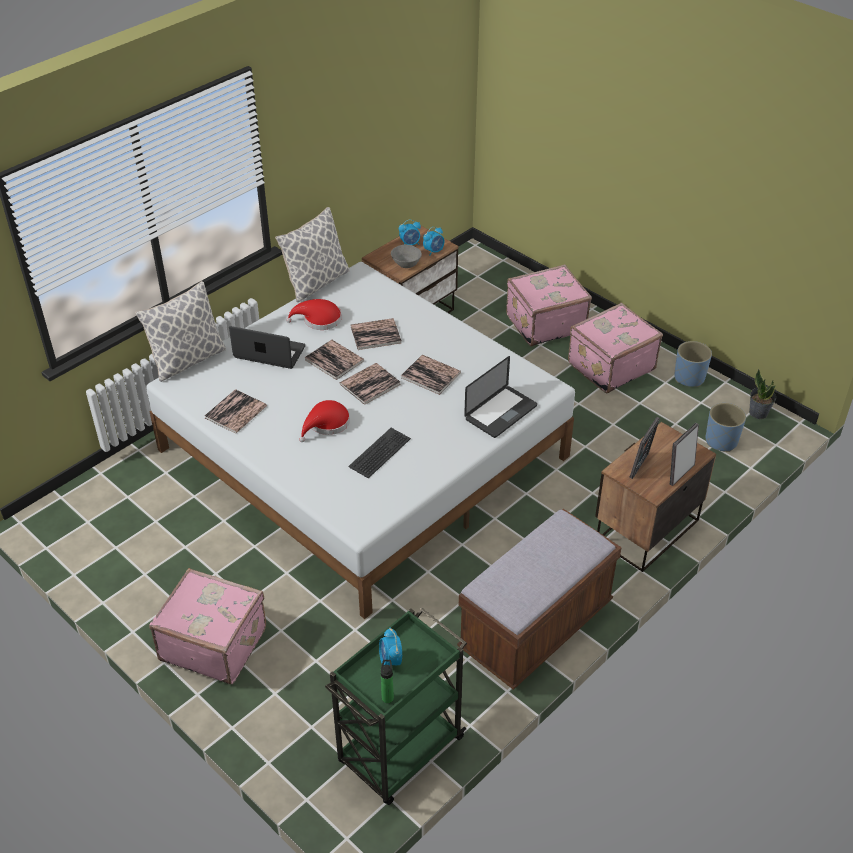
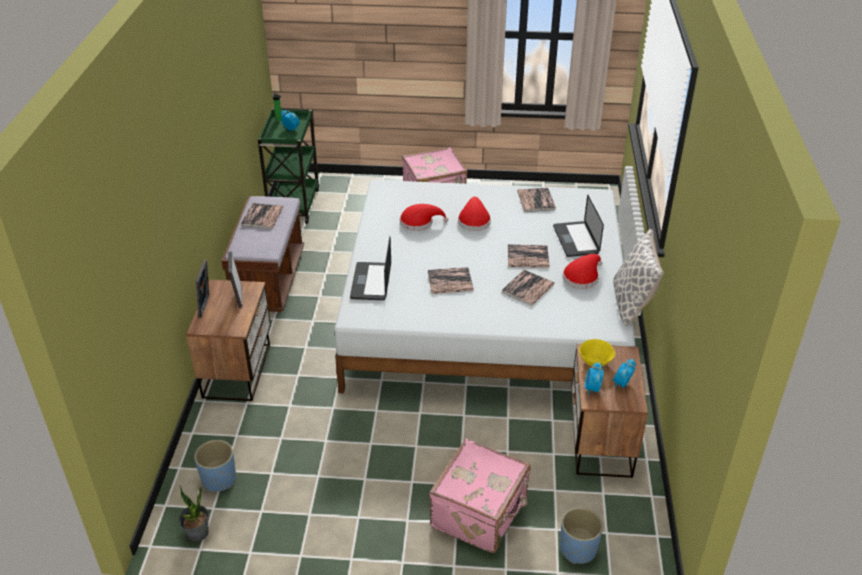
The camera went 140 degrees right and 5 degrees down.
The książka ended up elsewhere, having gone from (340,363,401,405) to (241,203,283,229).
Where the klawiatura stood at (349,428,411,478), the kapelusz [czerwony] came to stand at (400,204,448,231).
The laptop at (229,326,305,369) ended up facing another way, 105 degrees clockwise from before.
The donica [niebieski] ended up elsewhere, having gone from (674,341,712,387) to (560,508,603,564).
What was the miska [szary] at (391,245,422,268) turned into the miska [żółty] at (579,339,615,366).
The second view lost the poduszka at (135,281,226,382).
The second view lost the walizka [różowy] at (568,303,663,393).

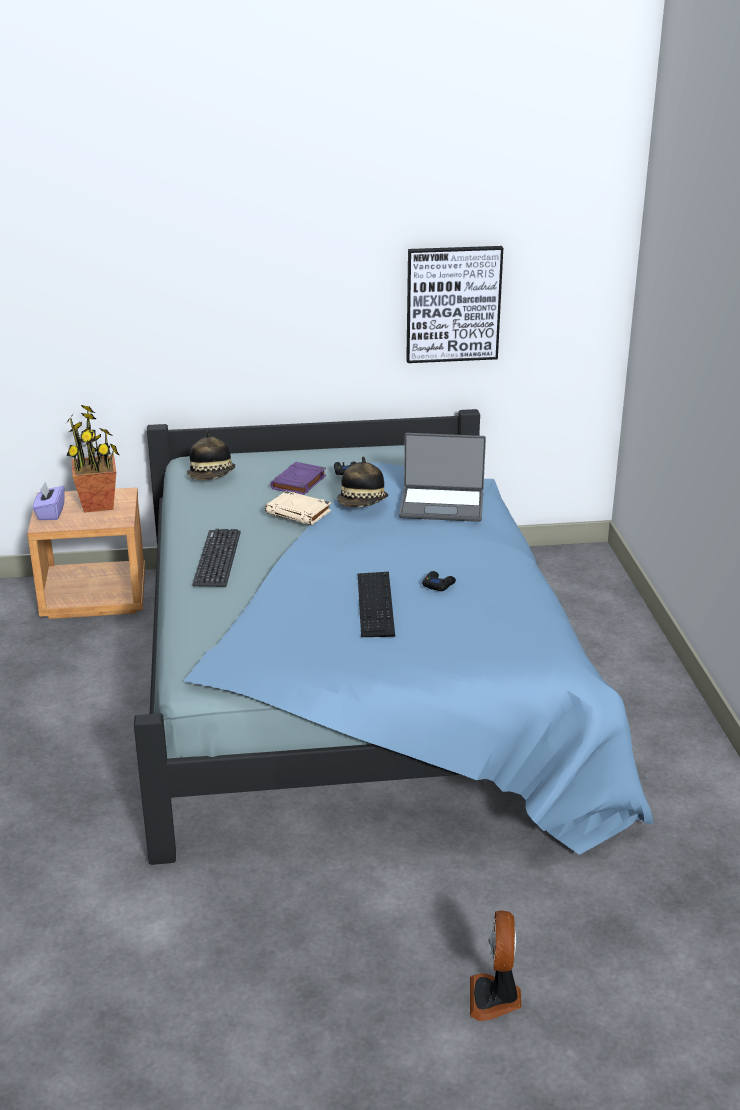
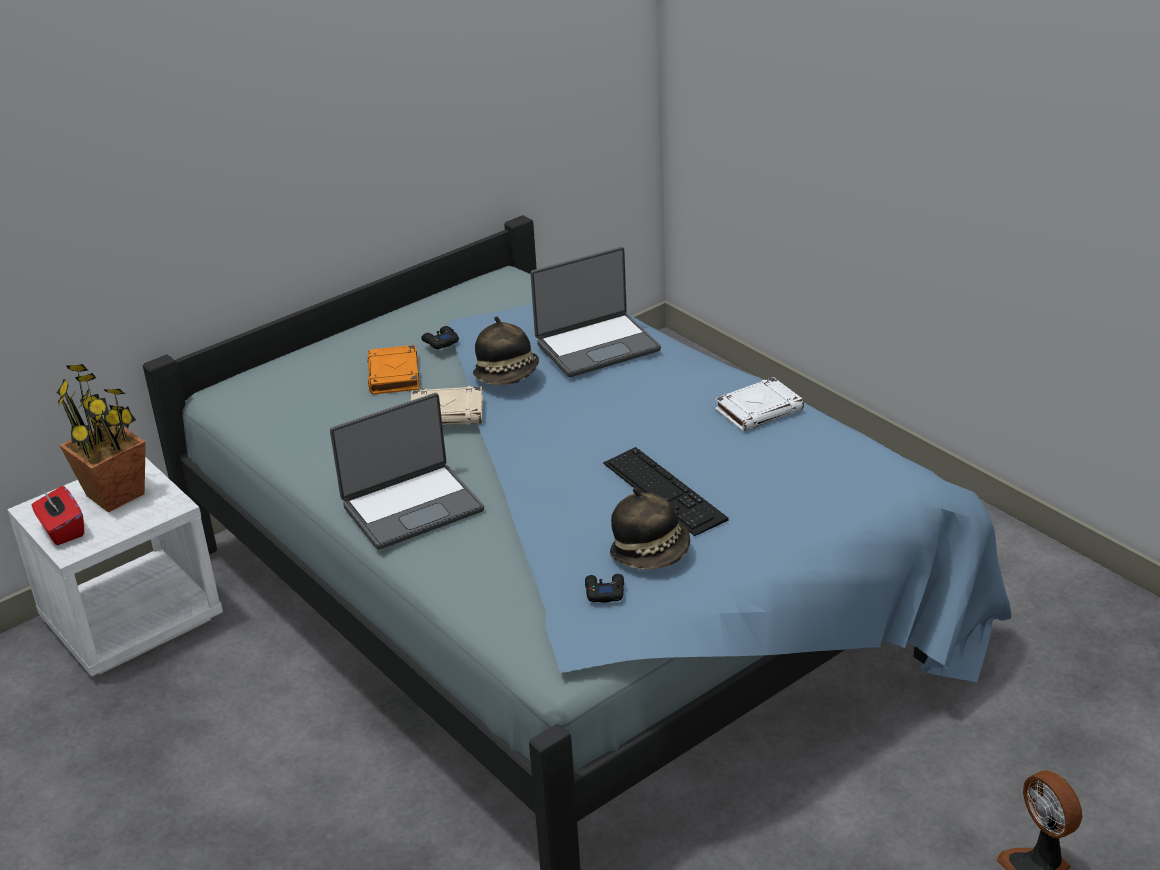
The camera went 30 degrees left and 5 degrees up.
What was the szafka nocna [brązowy] at (27,488,145,619) turned into the szafka nocna [biały] at (7,457,223,677).
What was the pudełko chusteczek [fioletowy] at (33,482,65,520) turned into the pudełko chusteczek [czerwony] at (32,486,84,545).
Where the klawiatura stood at (192,529,241,587), the laptop came to stand at (330,393,484,550).
What was the książka [fioletowy] at (270,462,326,495) turned into the książka [pomarańczowy] at (367,345,419,394).
The pad do gier [czarny] ended up elsewhere, having gone from (422,571,456,591) to (585,574,624,603).
The kapelusz ended up elsewhere, having gone from (187,432,235,480) to (610,488,691,570).
The second view gained the książka [biały] at (715,377,804,431).
The second view lost the obraz at (406,246,503,363).

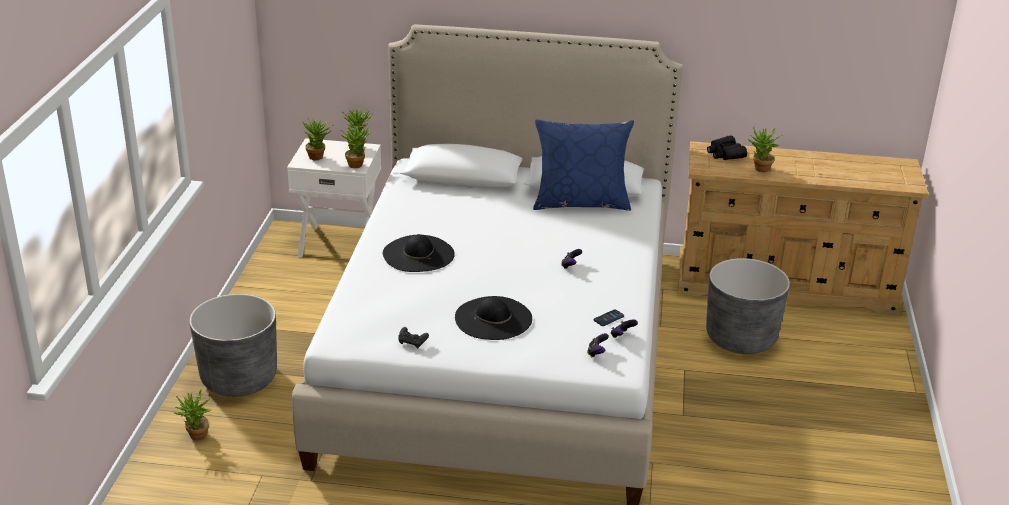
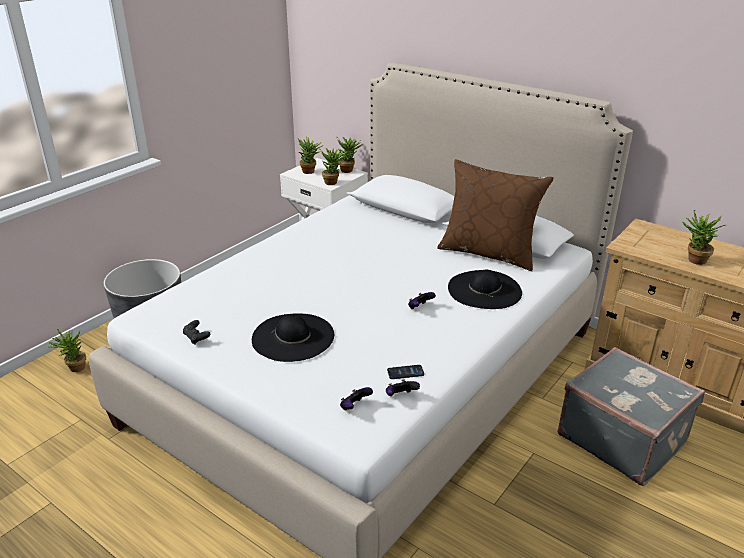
The camera went 30 degrees right and 0 degrees up.
What was the poduszka [niebieski] at (533,119,634,211) turned into the poduszka [brązowy] at (437,159,554,271).
The kapelusz [czarny] ended up elsewhere, having gone from (383,234,455,272) to (448,270,522,309).
Where the donica [szary] stood at (706,258,790,354), the walizka [szary] came to stand at (558,347,705,486).
The second view lost the lornetka [czarny] at (707,136,747,160).

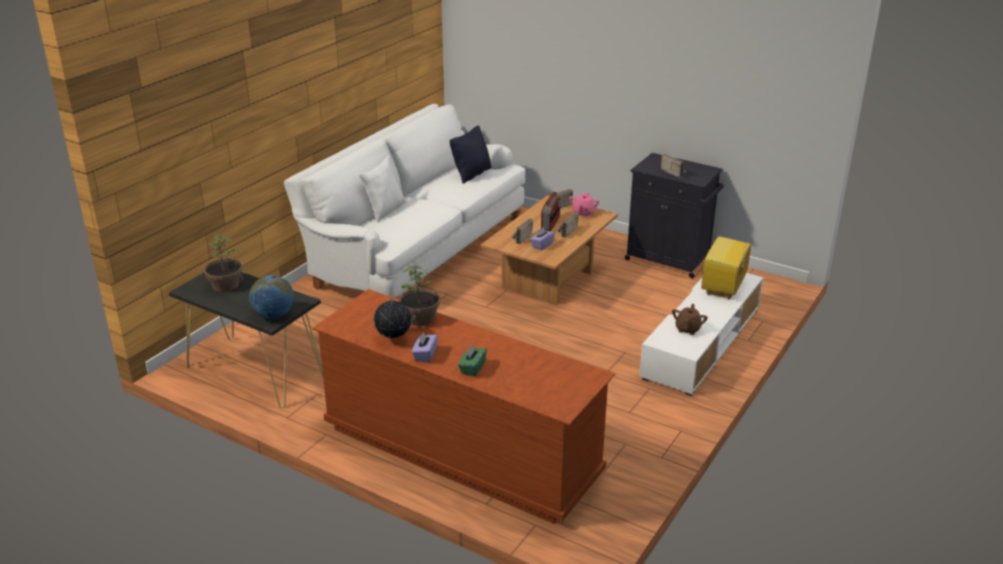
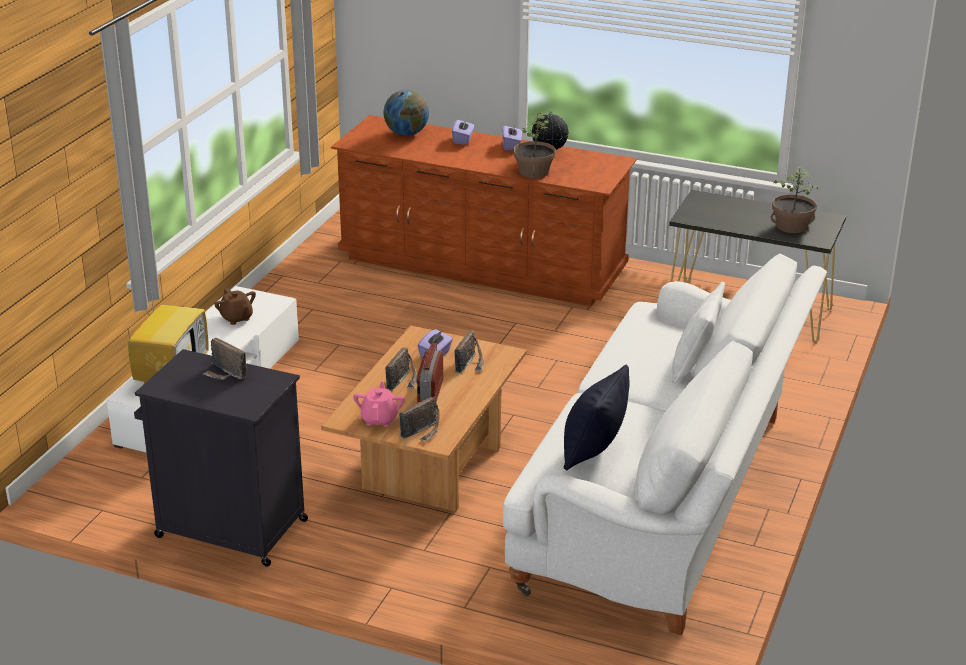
The camera went 170 degrees right and 0 degrees up.
The imbryk [brązowy] at (672,304,708,335) ended up facing another way, 45 degrees counterclockwise from before.
The globus ended up elsewhere, having gone from (249,275,294,319) to (383,90,429,136).
What was the pudełko chusteczek [zielony] at (458,345,487,376) turned into the pudełko chusteczek [fioletowy] at (452,117,474,145).

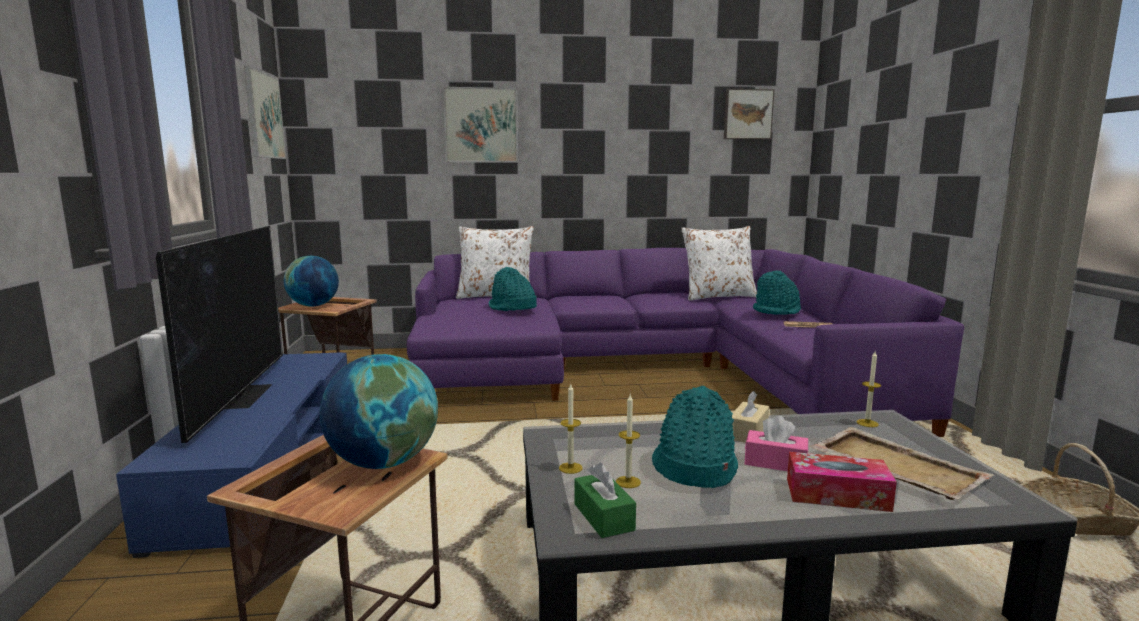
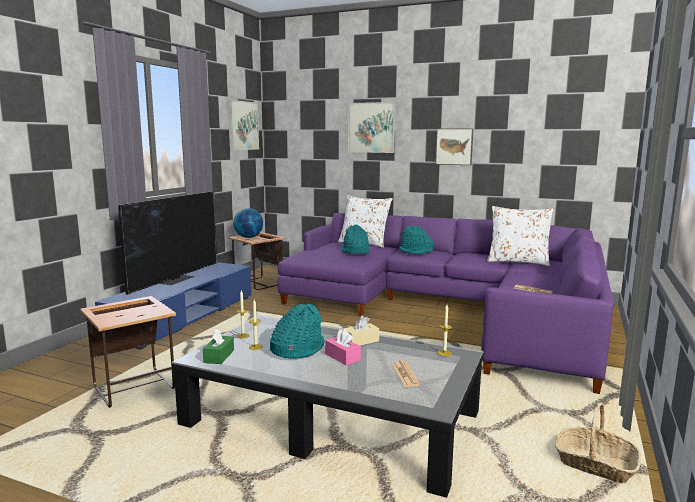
The camera went 30 degrees right and 0 degrees up.
Where the taca [beżowy] stood at (810,427,994,500), the gazeta came to stand at (392,361,420,387).
The kapelusz [turkusowy] ended up elsewhere, having gone from (753,271,801,315) to (399,226,434,254).
The obraz ended up elsewhere, having gone from (724,89,775,139) to (435,128,474,165).
The second view lost the globus at (320,354,438,469).
The second view lost the pudełko chusteczek at (787,452,897,512).

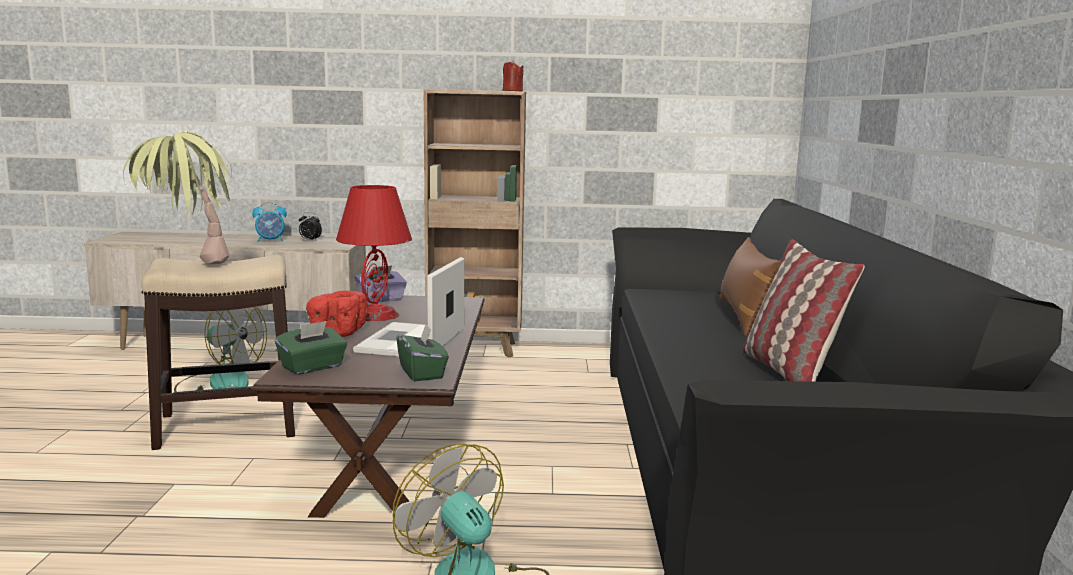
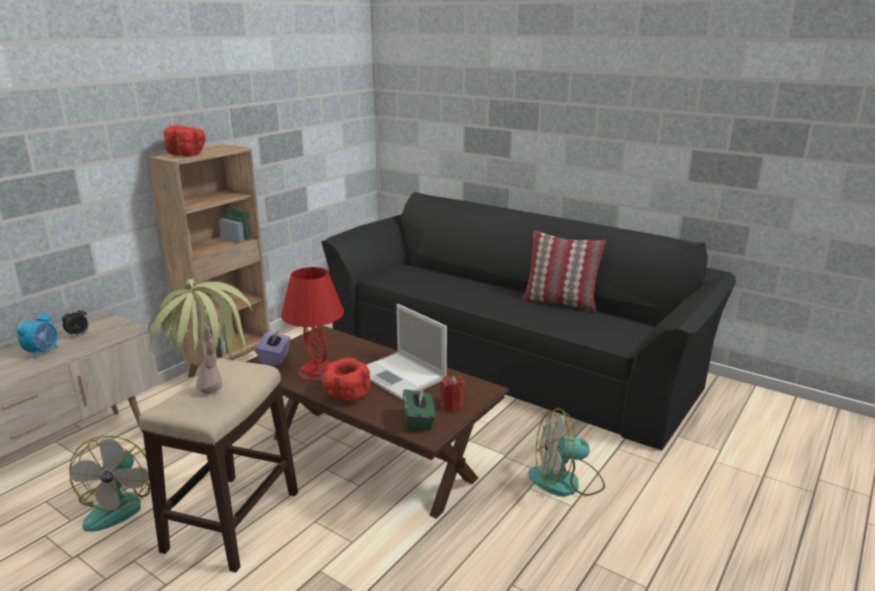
The camera went 55 degrees left and 10 degrees up.
The wentylator at (174,307,267,392) ended up facing another way, 120 degrees clockwise from before.
The second view gained the miska [czerwony] at (163,125,205,156).
The świeca [czerwony] ended up elsewhere, having gone from (503,60,524,92) to (440,375,466,412).
The second view lost the pudełko chusteczek [zielony] at (396,325,449,382).
The second view lost the poduszka [brązowy] at (719,237,781,336).

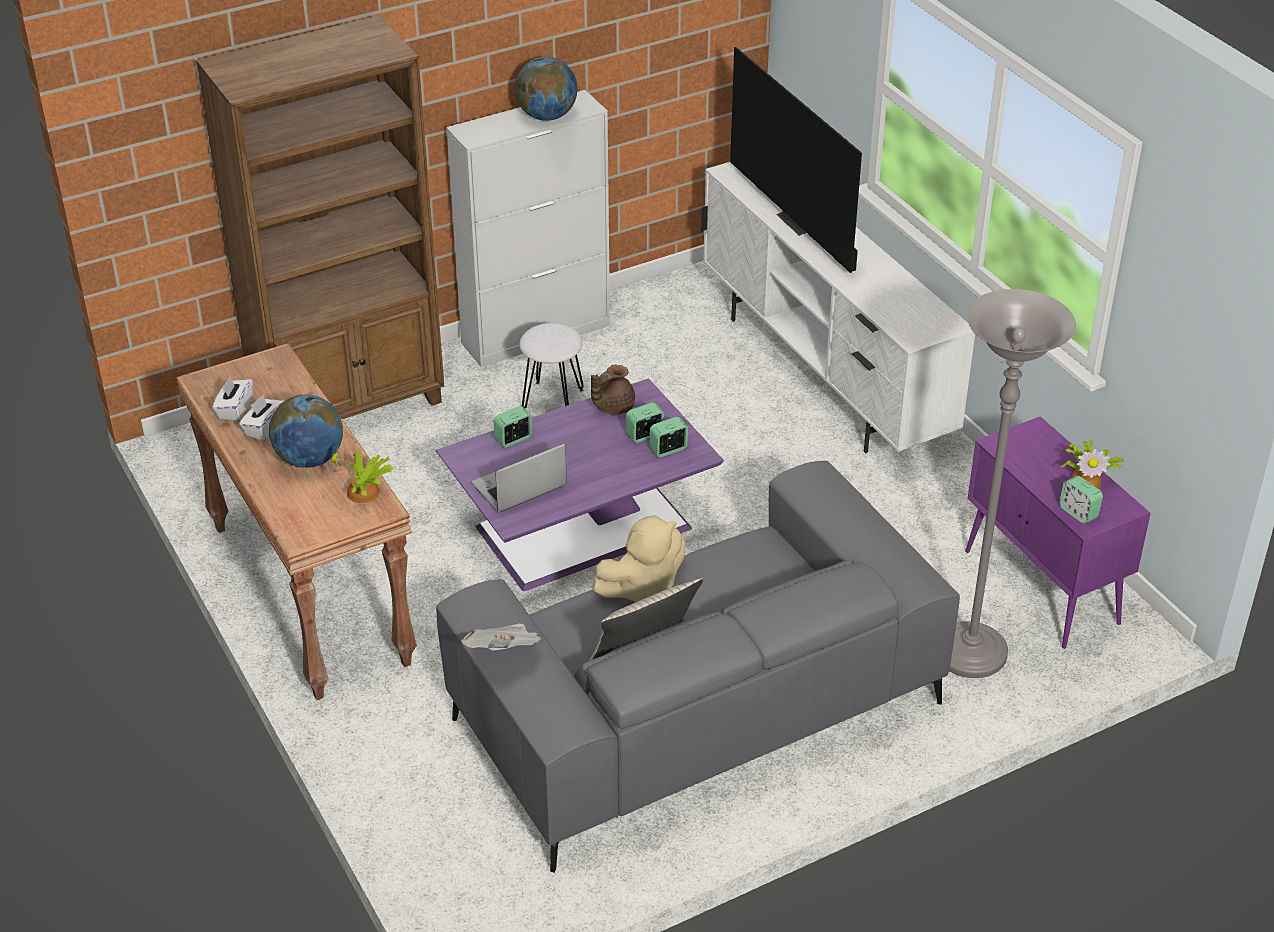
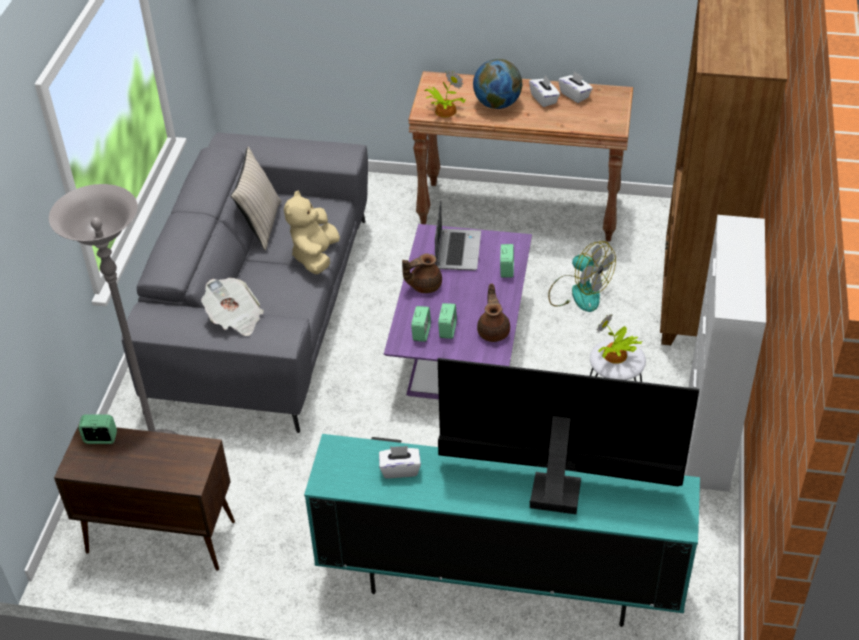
The camera went 130 degrees right and 5 degrees up.
What was the szafka [fioletowy] at (965,416,1151,649) turned into the szafka [brązowy] at (54,425,235,571).
The gazeta ended up elsewhere, having gone from (461,624,542,651) to (201,278,264,336).
What was the szafka pod telewizor [biały] at (701,162,975,453) turned into the szafka pod telewizor [turkusowy] at (304,434,700,627).
The second view gained the pudełko chusteczek [biały] at (379,446,421,478).
The second view gained the imbryk [brązowy] at (402,253,442,293).
The second view gained the wentylator at (548,241,616,312).
The roślina doniczkowa ended up elsewhere, having gone from (1061,440,1124,489) to (597,313,642,364).
The second view lost the globus at (515,57,578,121).

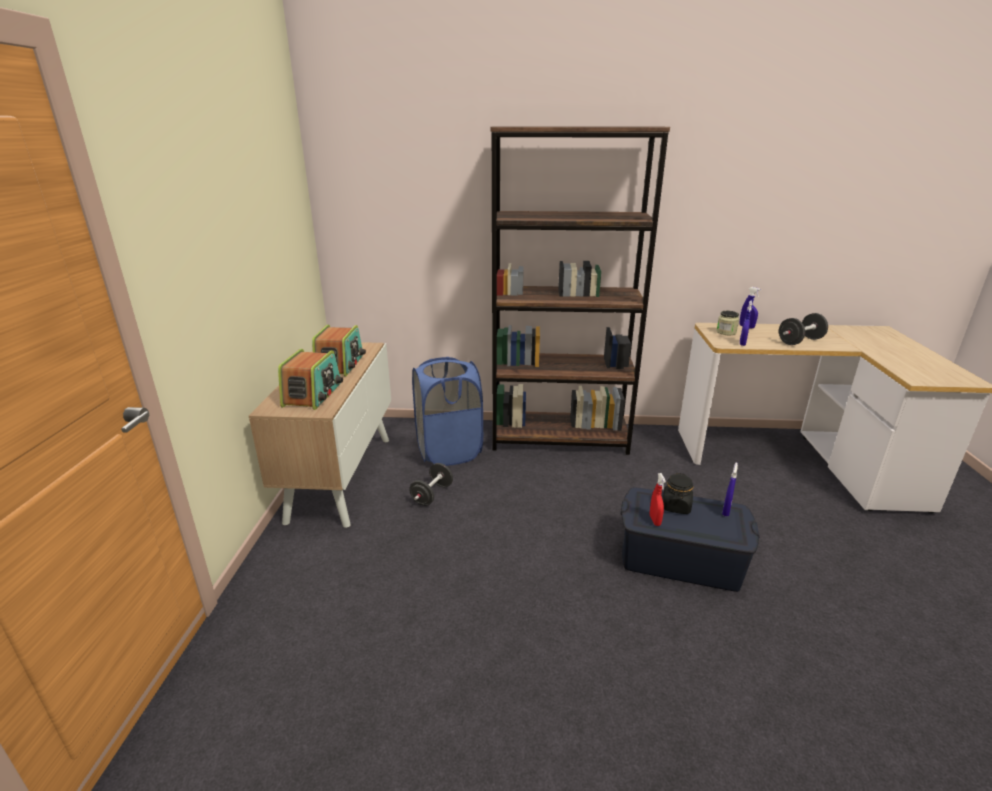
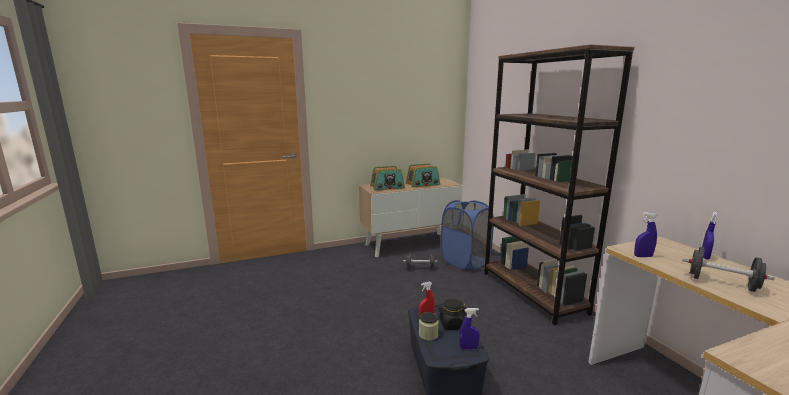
The camera went 65 degrees right and 10 degrees down.
The słoik ended up elsewhere, having gone from (716,311,739,335) to (419,312,439,341).

